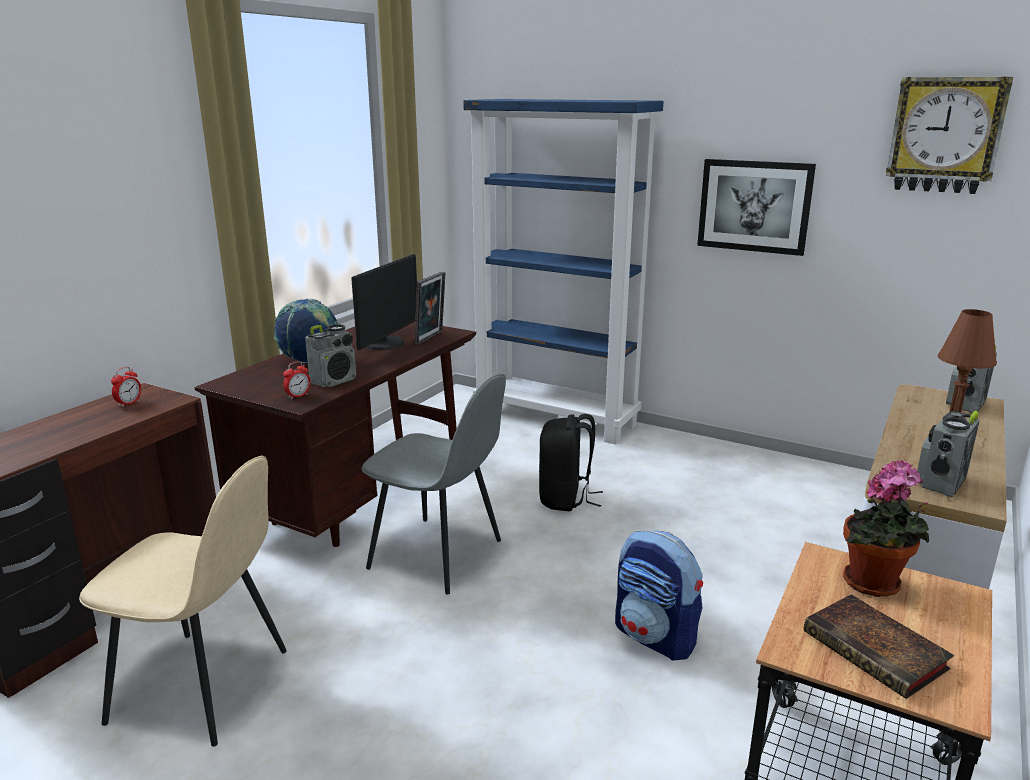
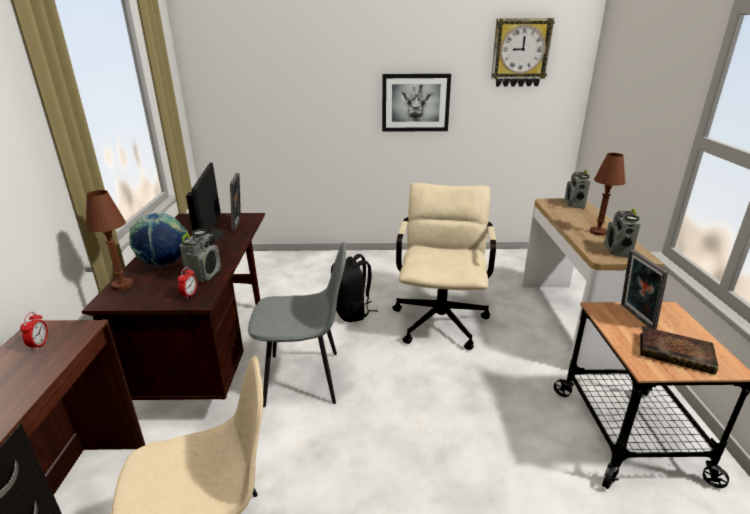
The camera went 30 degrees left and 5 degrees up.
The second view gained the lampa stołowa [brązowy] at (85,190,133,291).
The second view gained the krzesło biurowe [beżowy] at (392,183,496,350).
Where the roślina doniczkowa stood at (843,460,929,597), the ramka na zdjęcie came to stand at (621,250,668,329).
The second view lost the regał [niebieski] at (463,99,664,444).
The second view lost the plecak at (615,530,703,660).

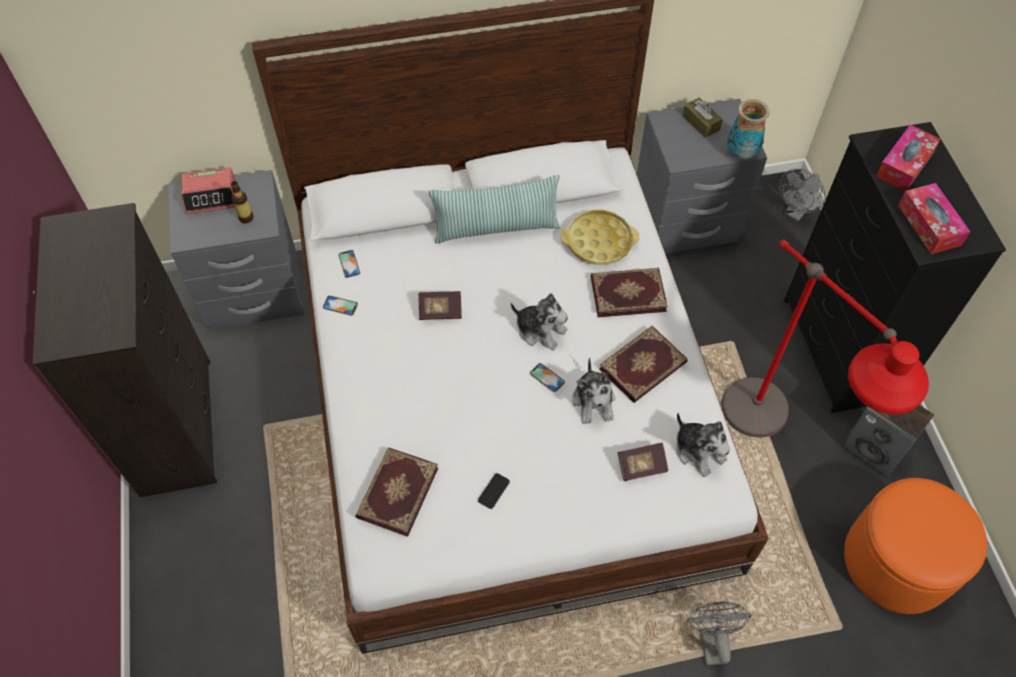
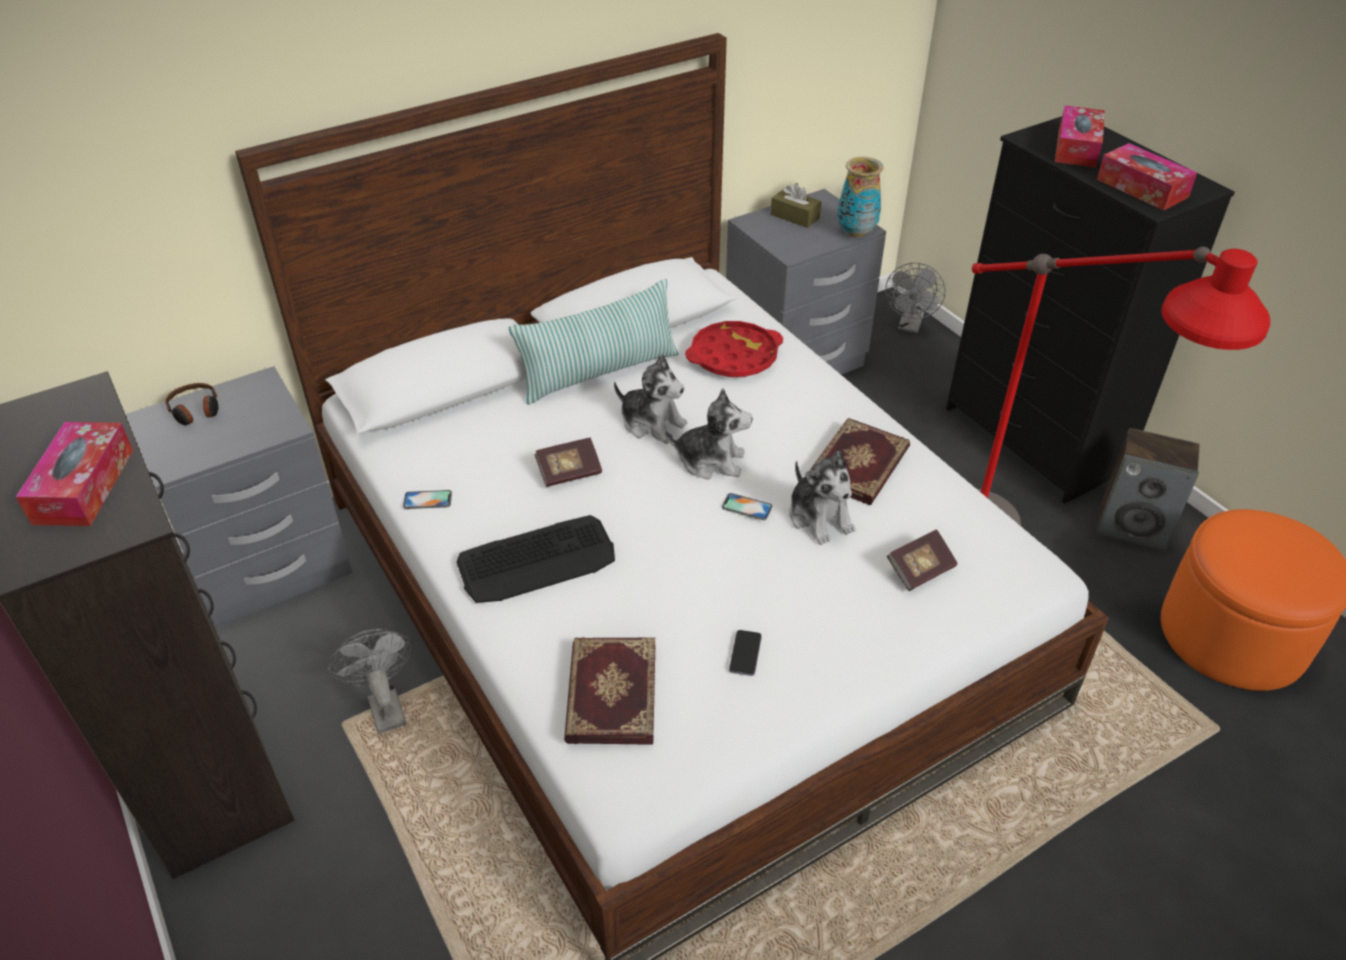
The camera went 20 degrees left and 15 degrees down.
The second view gained the pudełko chusteczek at (16,422,133,526).
Where the budzik stood at (181,167,235,214), the słuchawki came to stand at (165,383,218,426).
The wentylator [szary] ended up elsewhere, having gone from (687,601,752,665) to (328,629,413,734).
The second view gained the klawiatura at (456,515,615,603).
The pluszak ended up elsewhere, having gone from (676,413,730,477) to (614,354,687,444).
What was the taca [żółty] at (560,210,640,265) turned into the taca [czerwony] at (685,321,783,377).
The second view lost the butelka at (231,181,254,224).
The second view lost the telefon at (338,250,360,278).
The second view lost the książka at (591,268,668,317).

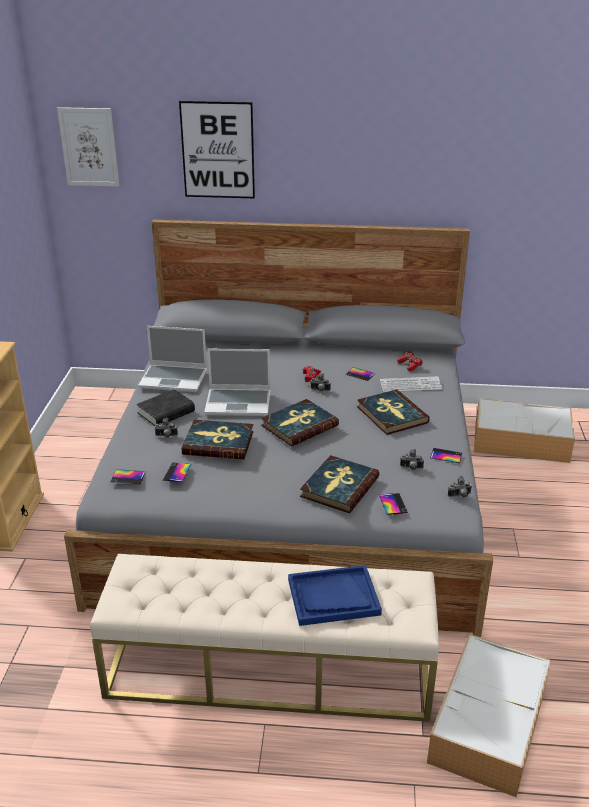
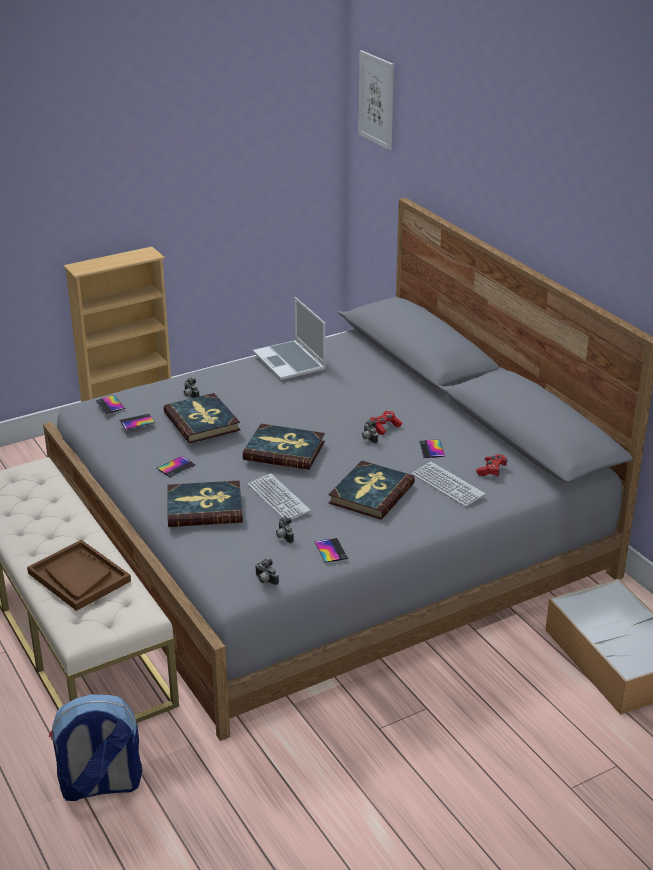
The camera went 55 degrees right and 0 degrees up.
What was the taca [niebieski] at (288,565,382,626) turned into the taca [brązowy] at (27,540,131,611).
Where the pojemnik do przechowywania stood at (427,634,551,798), the plecak came to stand at (49,694,142,801).
The telefon ended up elsewhere, having gone from (379,493,408,515) to (157,456,195,477).
The second view gained the klawiatura at (248,473,311,520).
The second view lost the książka [czarny] at (136,389,195,426).
The second view lost the obraz at (179,101,255,198).
The second view lost the laptop at (204,348,271,416).

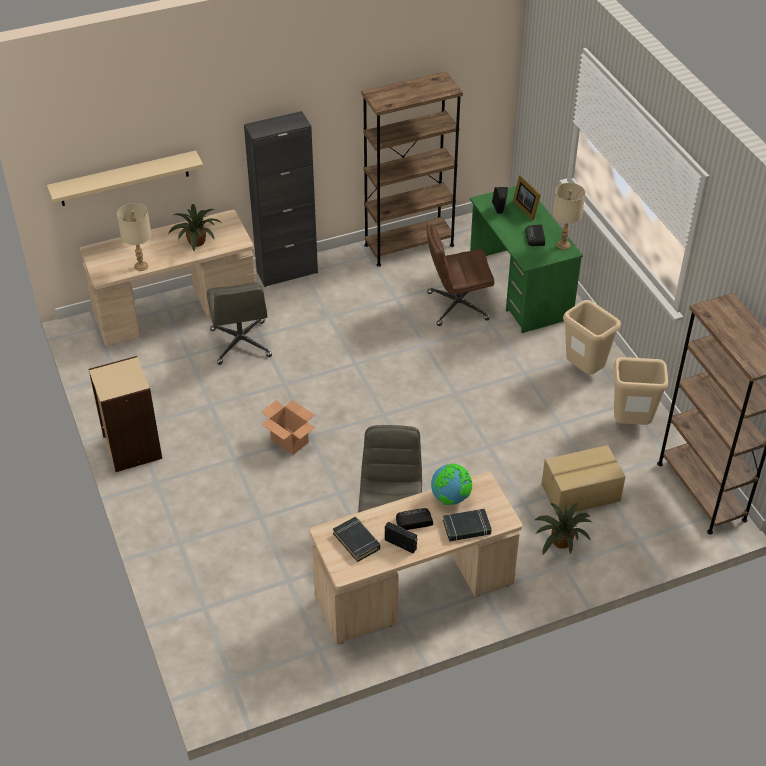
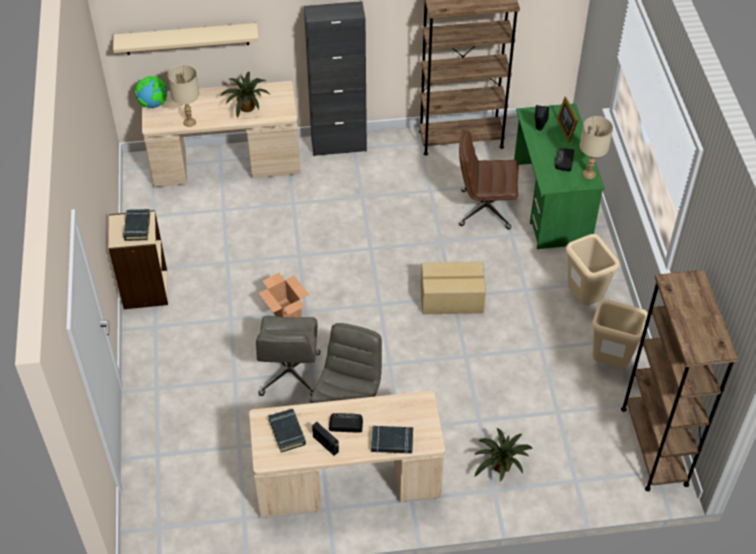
The camera went 15 degrees right and 5 degrees up.
The second view gained the książka [czarny] at (123,209,150,241).
The globus ended up elsewhere, having gone from (431,463,472,505) to (135,76,167,108).
The krzesło biurowe [szary] ended up elsewhere, having gone from (207,282,272,365) to (256,316,320,396).
The karton ended up elsewhere, having gone from (542,445,625,516) to (421,262,486,314).

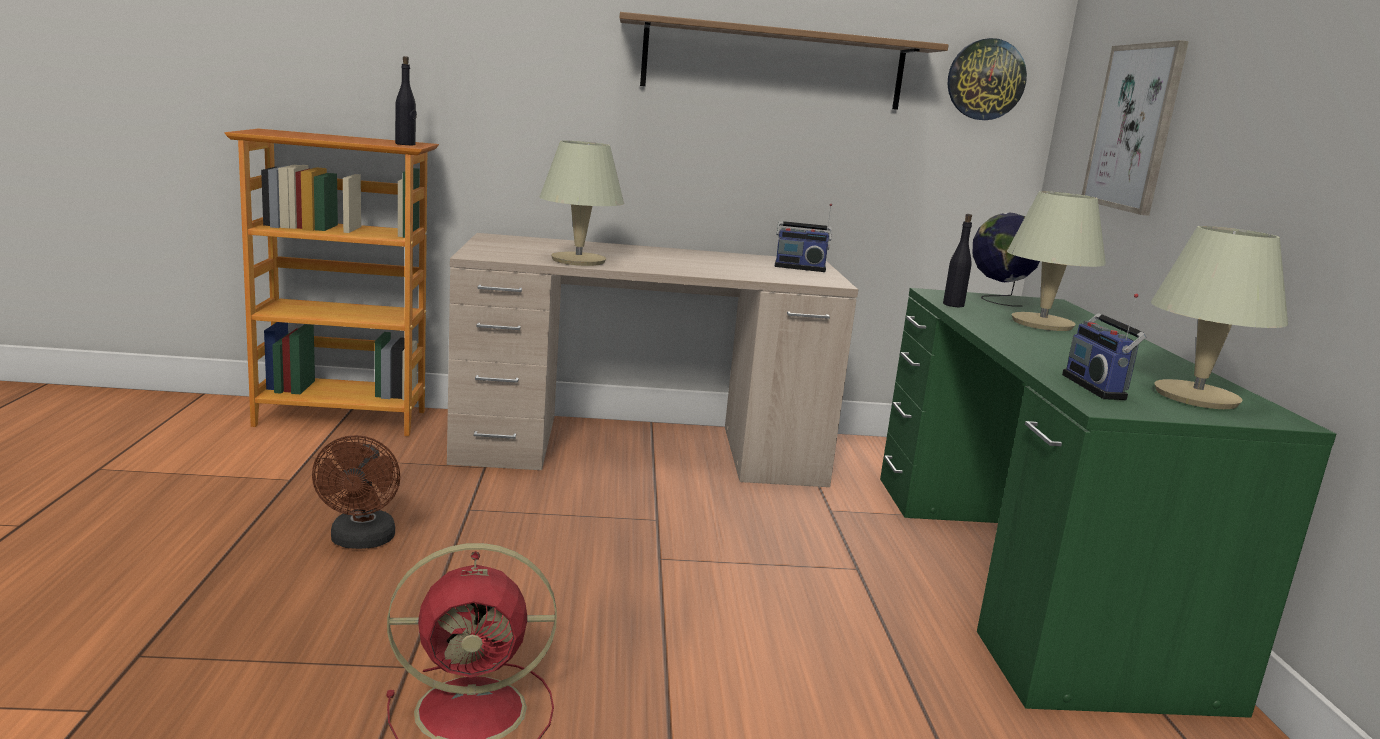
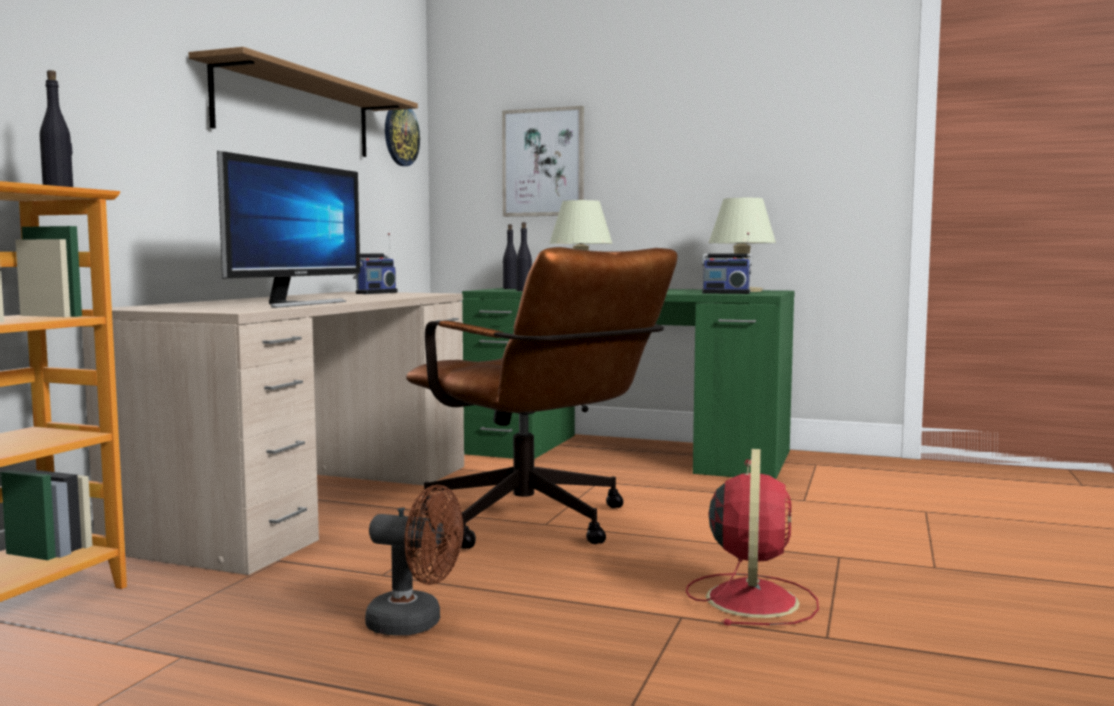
The camera went 65 degrees left and 10 degrees down.
Where the lampa stołowa [beżowy] stood at (539,141,624,266), the monitor came to stand at (217,151,360,308).
The second view gained the krzesło biurowe [brązowy] at (406,247,677,549).
Where the globus stood at (973,213,1040,306), the butelka [czarny] came to stand at (503,224,517,289).

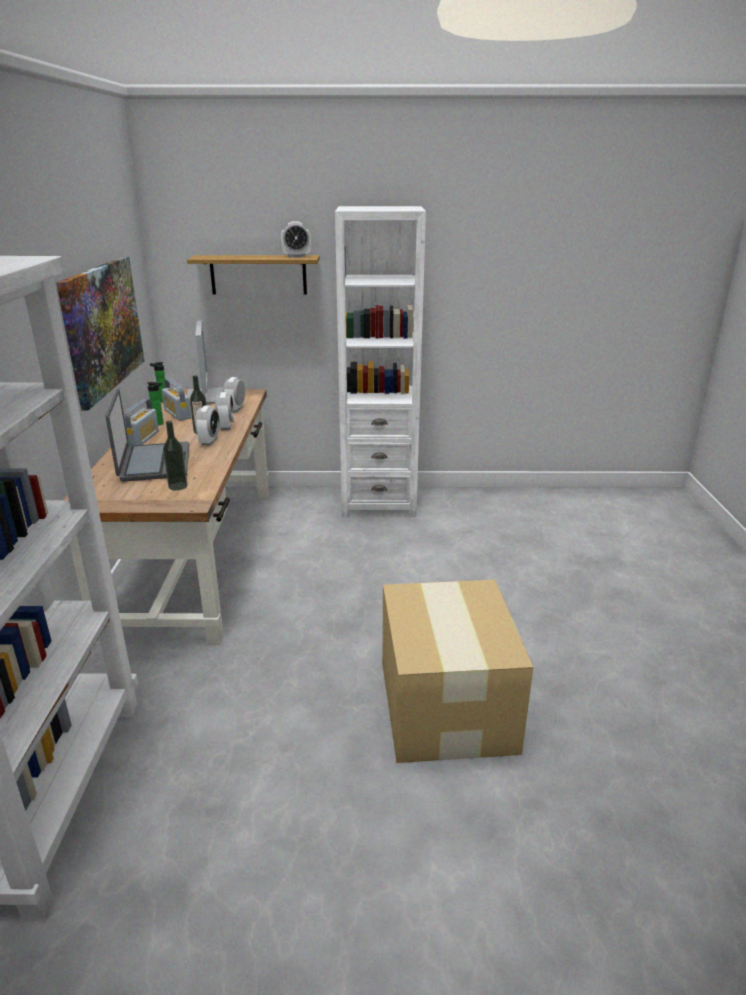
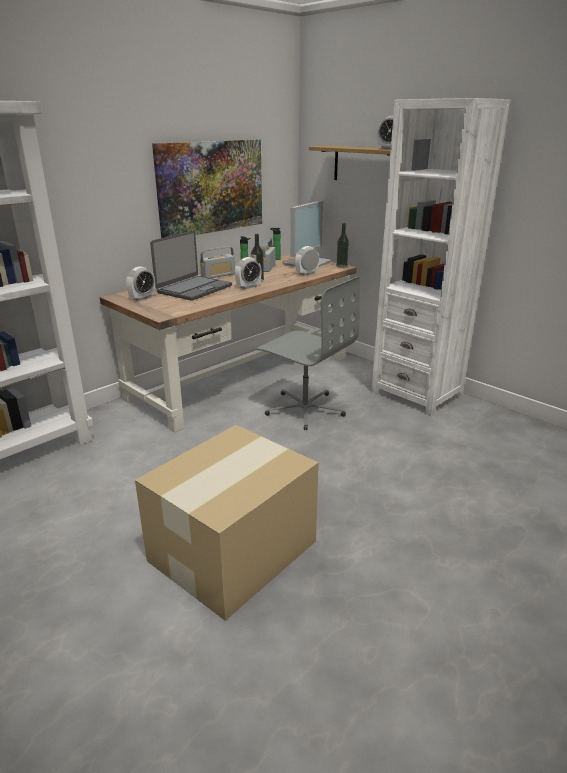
The camera went 45 degrees right and 0 degrees up.
The budzik ended up elsewhere, having gone from (215,392,234,430) to (126,266,155,301).
The second view gained the krzesło biurowe [szary] at (257,277,360,430).
The butelka ended up elsewhere, having gone from (163,421,188,490) to (336,223,349,268).

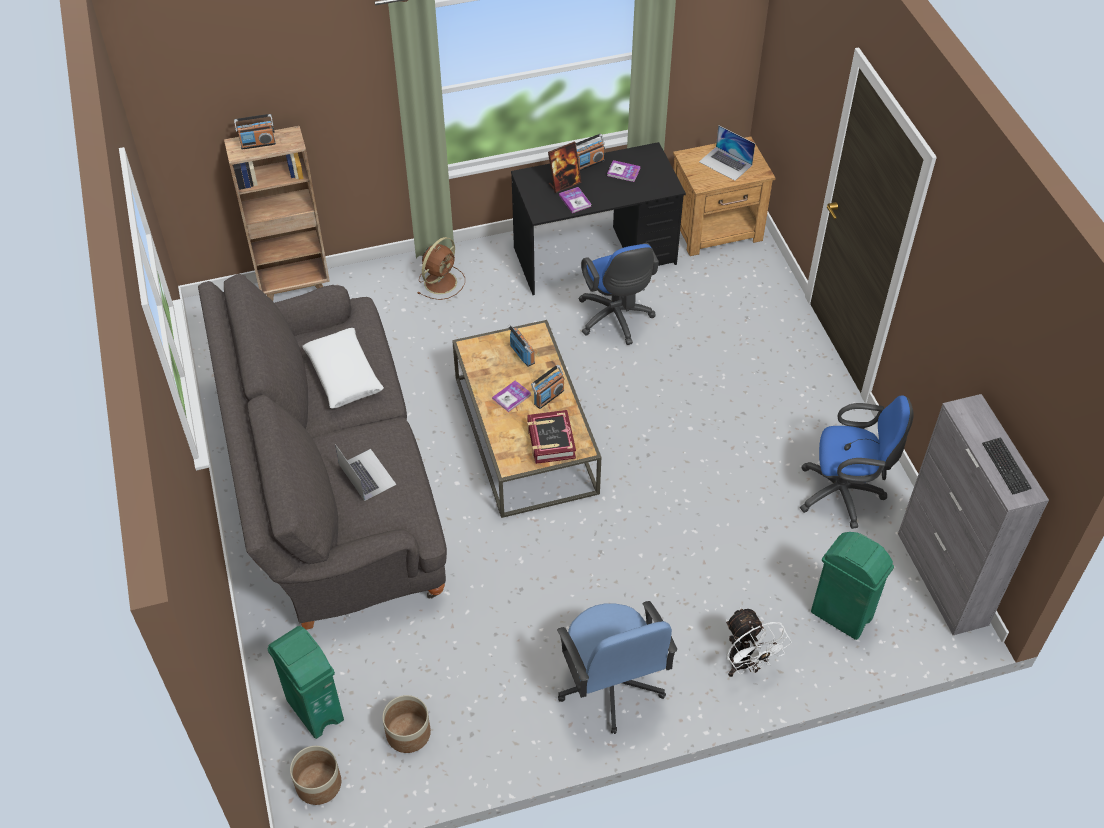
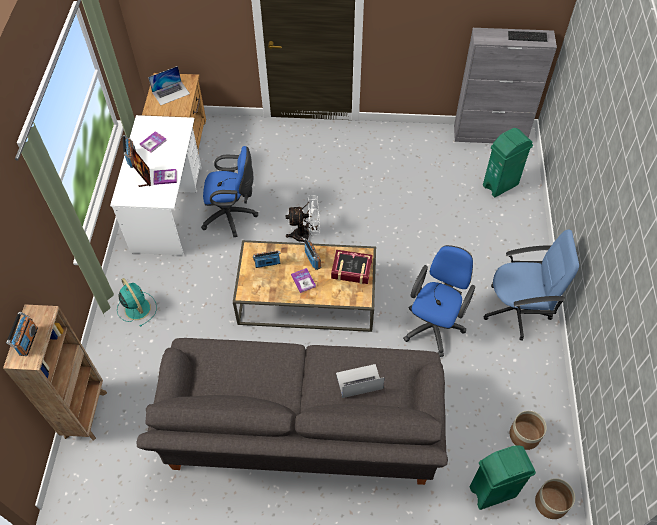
The camera went 70 degrees left and 5 degrees up.
What was the biurko [czarny] at (511,142,686,295) turned into the biurko [biały] at (110,115,202,256).
What was the wentylator [brązowy] at (418,237,465,300) turned into the wentylator [turkusowy] at (117,278,157,327).
The wentylator [biały] ended up elsewhere, having gone from (726,607,792,677) to (286,195,320,242).
The krzesło biurowe [niebieski] ended up elsewhere, having gone from (800,395,914,529) to (403,245,475,357).
The second view lost the poduszka [biały] at (302,328,384,408).

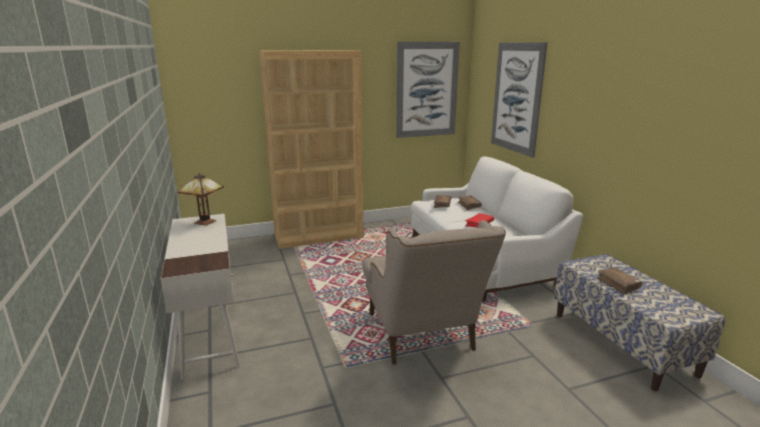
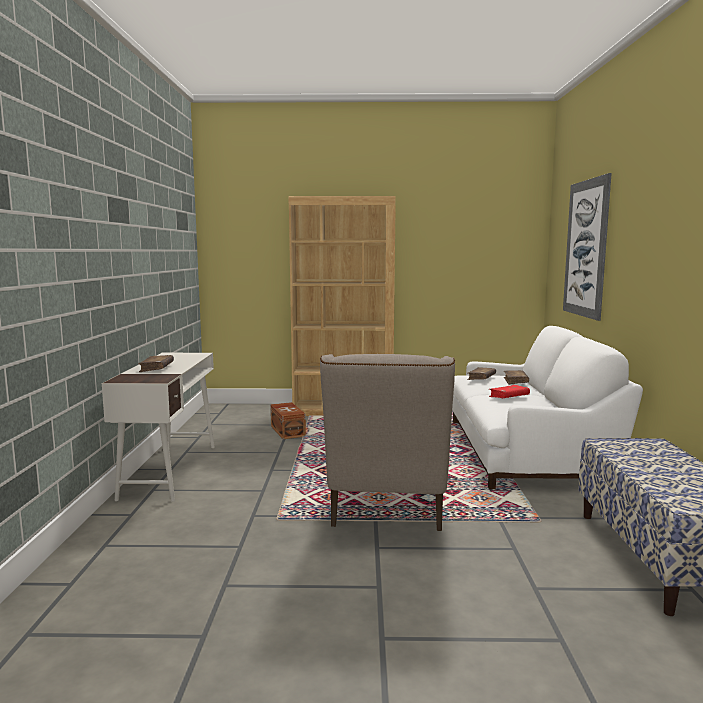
The camera went 20 degrees right and 10 degrees down.
The książka [brązowy] ended up elsewhere, having gone from (597,267,643,294) to (138,355,174,372).
The second view gained the pojemnik do przechowywania [brązowy] at (270,402,306,439).
The second view lost the lampa stołowa at (178,173,224,226).
The second view lost the obraz at (396,42,460,138).

